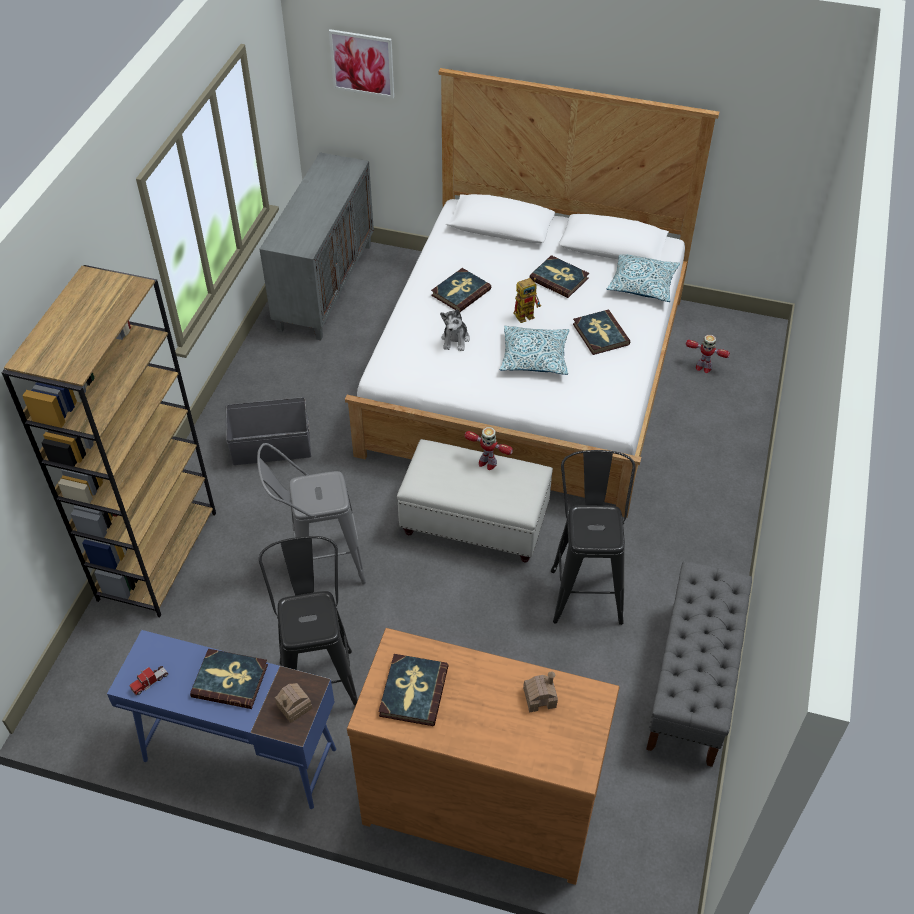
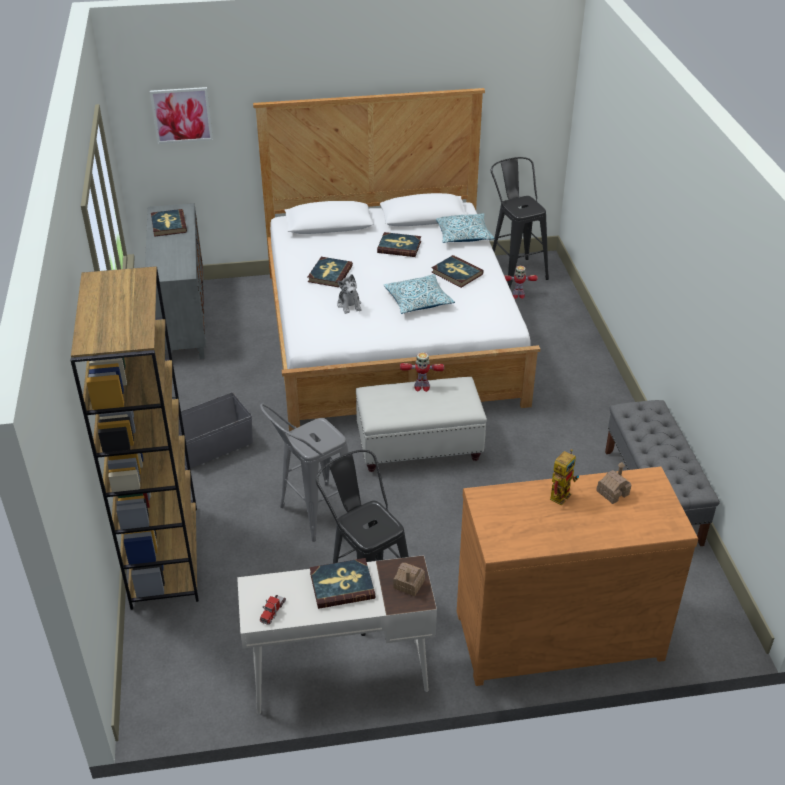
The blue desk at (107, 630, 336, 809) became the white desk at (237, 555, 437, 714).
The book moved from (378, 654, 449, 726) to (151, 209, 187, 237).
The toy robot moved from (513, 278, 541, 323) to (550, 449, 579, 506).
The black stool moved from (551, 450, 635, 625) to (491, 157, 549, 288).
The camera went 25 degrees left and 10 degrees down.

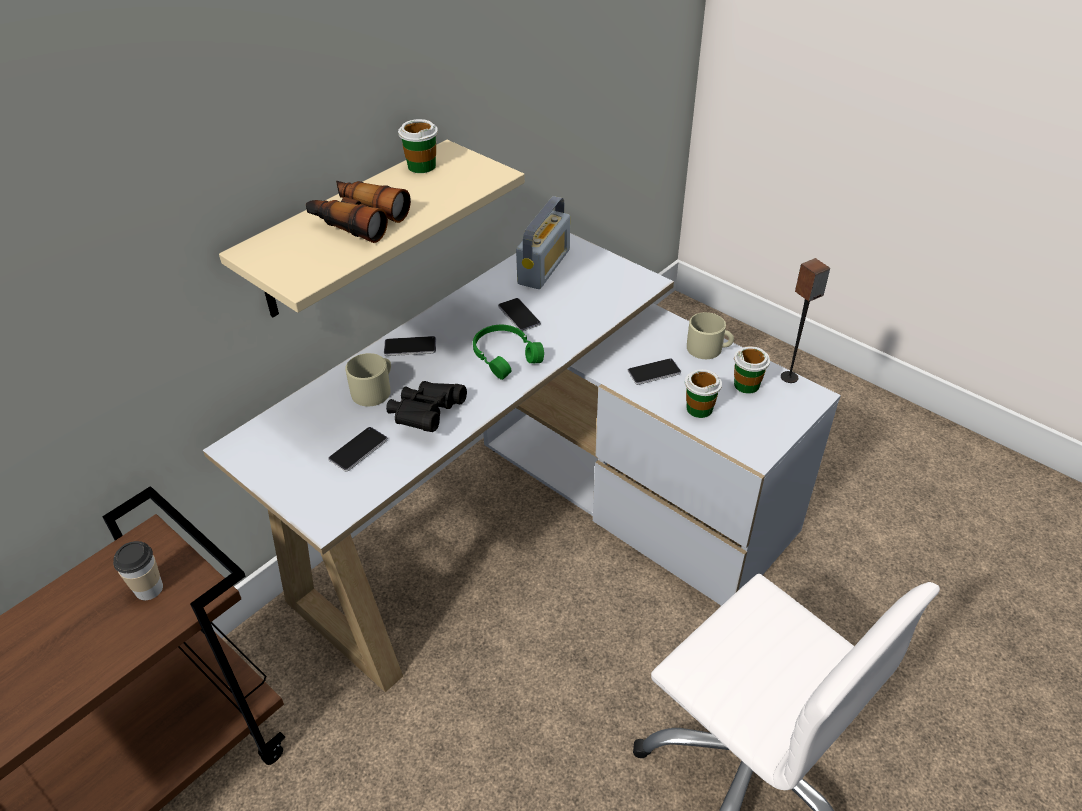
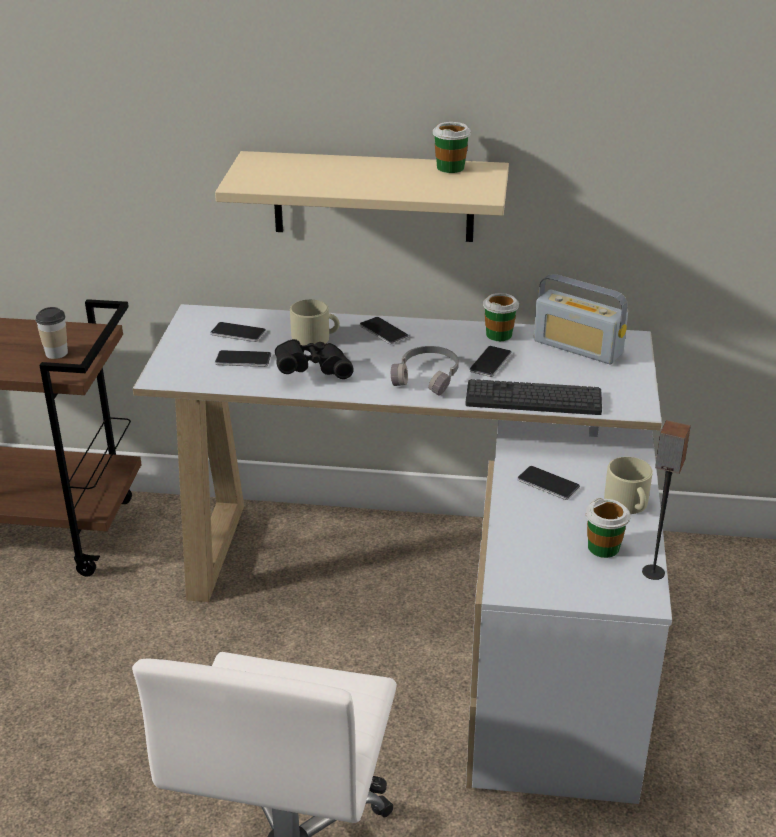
The binoculars at (306, 181, 411, 243) disappeared.
The green headphones at (473, 325, 544, 380) became the grey headphones at (391, 346, 459, 396).
The radio at (516, 196, 570, 289) turned 45 degrees clockwise.
The cup moved from (685, 369, 722, 418) to (483, 293, 519, 341).
The phone at (210, 322, 266, 342) appeared.
The keyboard at (465, 379, 602, 415) appeared.
The camera went 55 degrees right and 10 degrees down.

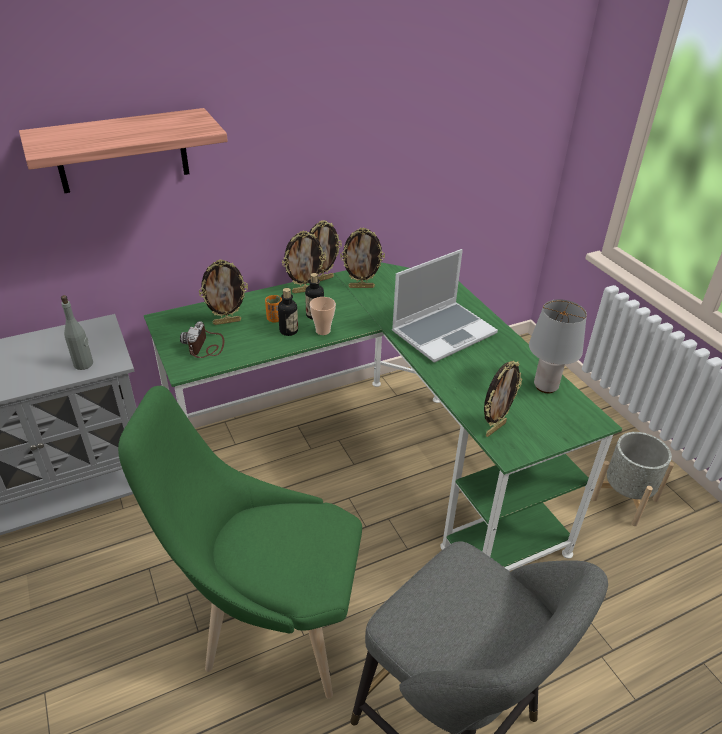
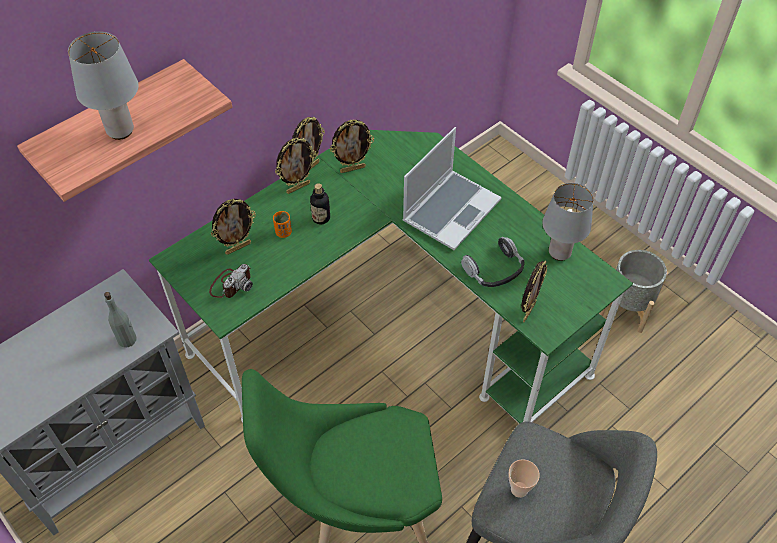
The photo camera at (180, 321, 224, 358) turned 135 degrees counterclockwise.
The bottle at (278, 288, 298, 336) disappeared.
The cup moved from (310, 297, 336, 335) to (508, 459, 540, 498).
The grey table lamp at (68, 31, 139, 140) appeared.
The headphones at (461, 237, 524, 287) appeared.
The camera went 15 degrees left and 15 degrees up.

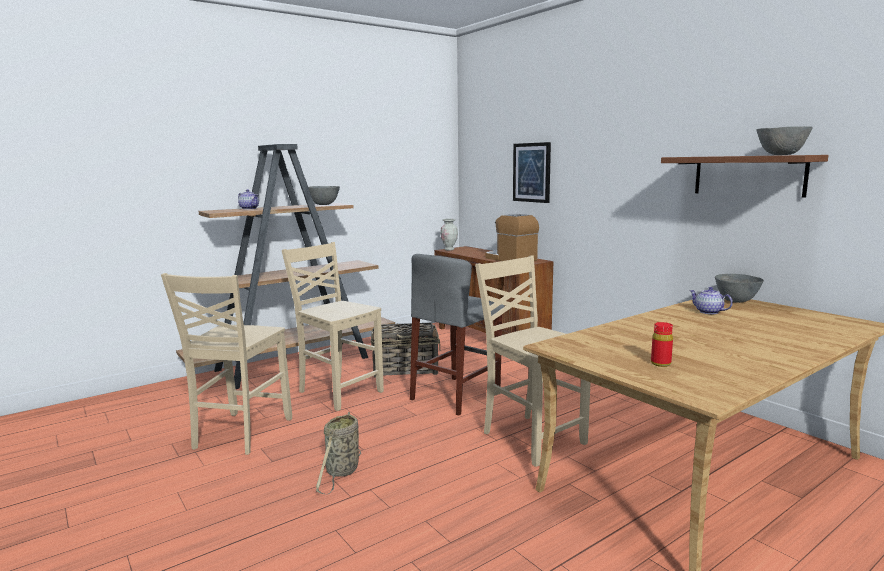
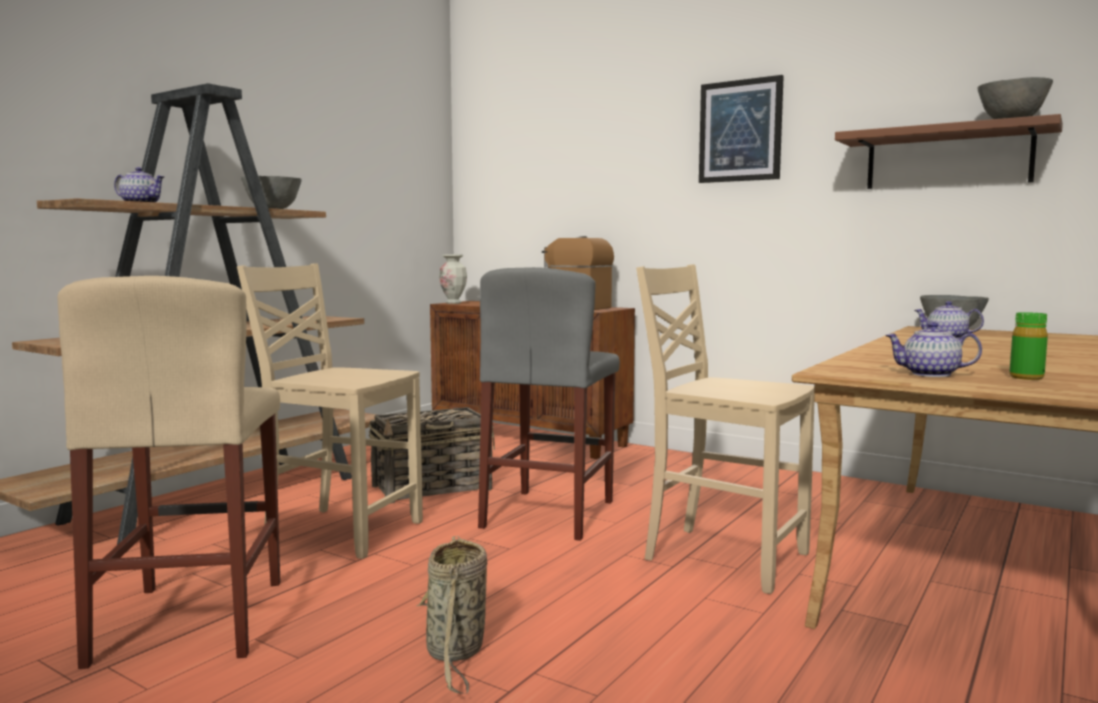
The beige chair at (161, 273, 292, 455) was replaced by the beige stool at (58, 276, 280, 669).
The picture moved from (513, 142, 551, 203) to (699, 75, 784, 183).
The red bottle at (651, 322, 673, 367) became the green bottle at (1009, 312, 1048, 380).
The teapot at (885, 322, 982, 377) appeared.
The camera went 20 degrees left and 5 degrees down.

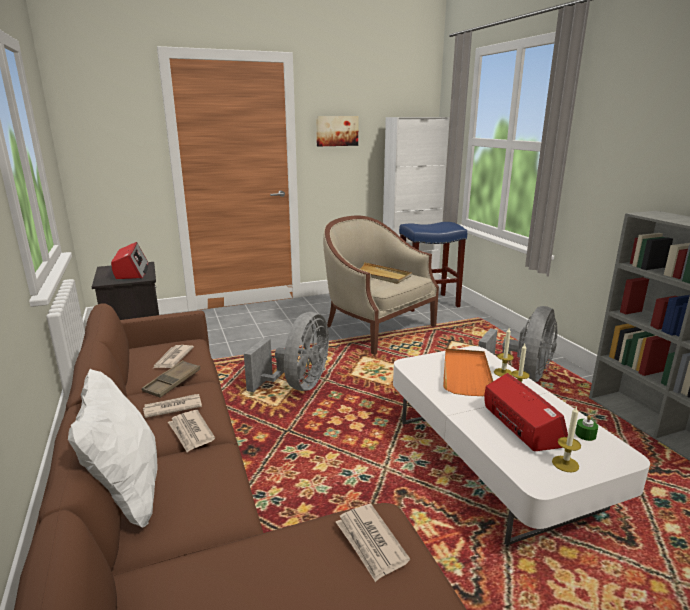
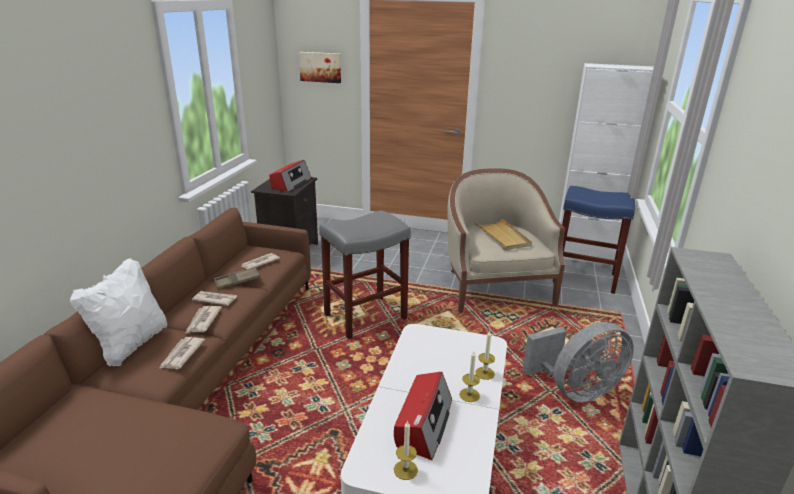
The grey fan at (244, 312, 329, 392) was replaced by the grey stool at (319, 210, 411, 339).
The picture moved from (316, 116, 359, 146) to (299, 52, 341, 83).
The newspaper moved from (336, 504, 410, 582) to (160, 337, 205, 369).
The orange tray at (443, 349, 493, 396) disappeared.
The green candle at (575, 415, 598, 441) disappeared.
The camera went 35 degrees right and 5 degrees up.

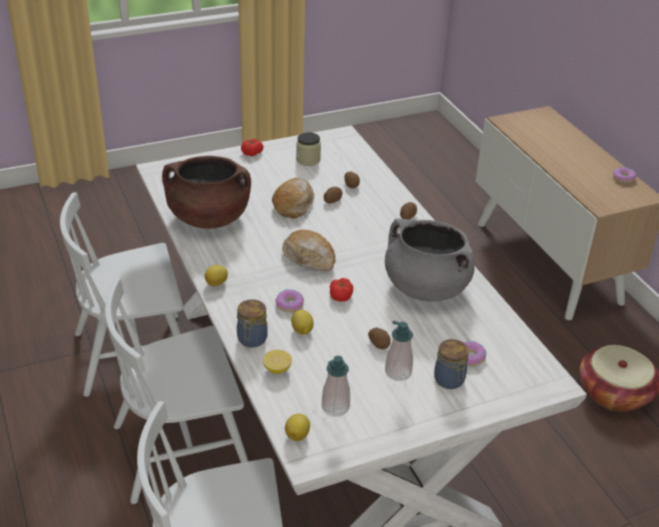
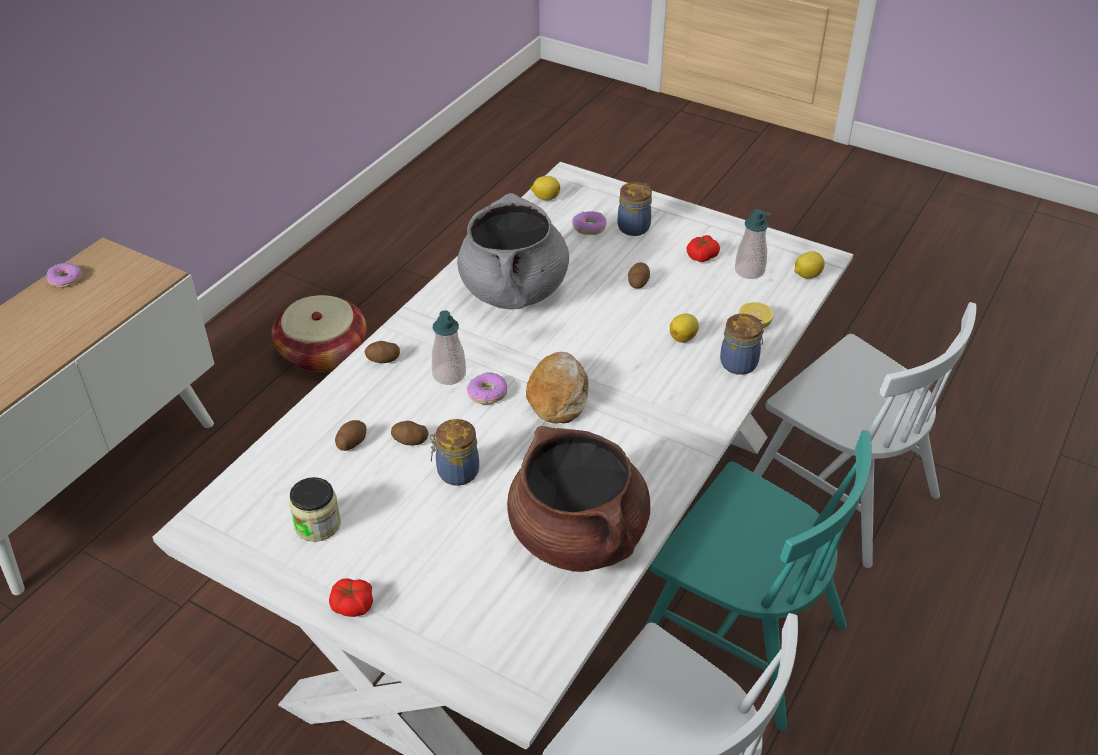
The white chair at (105, 278, 248, 504) became the turquoise chair at (644, 430, 872, 731).
The lemon moved from (205, 265, 228, 286) to (531, 176, 560, 200).
The bread at (272, 178, 314, 218) was replaced by the jar at (430, 419, 479, 486).
The donut moved from (275, 289, 304, 312) to (467, 372, 507, 404).
The tomato moved from (330, 278, 353, 302) to (687, 235, 720, 262).
The soap dispenser moved from (385, 320, 413, 381) to (432, 310, 466, 385).
The camera went 125 degrees left and 5 degrees up.

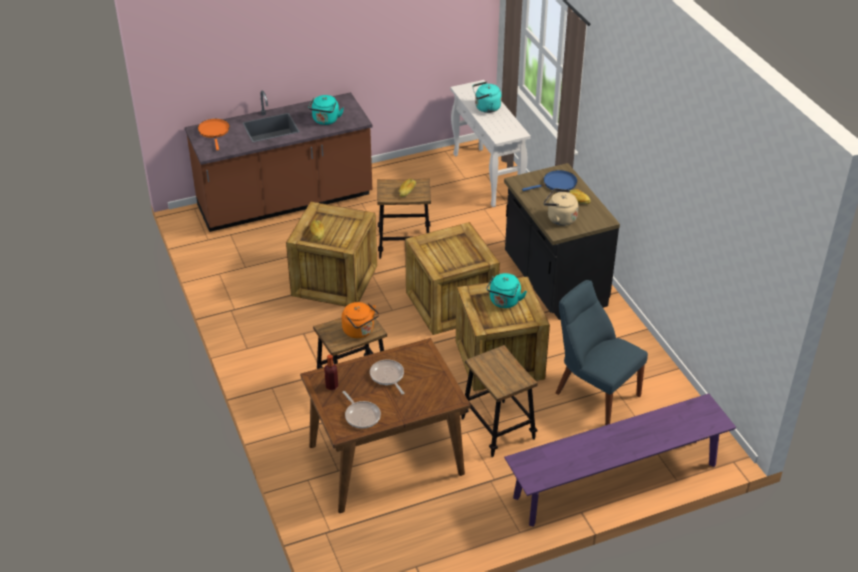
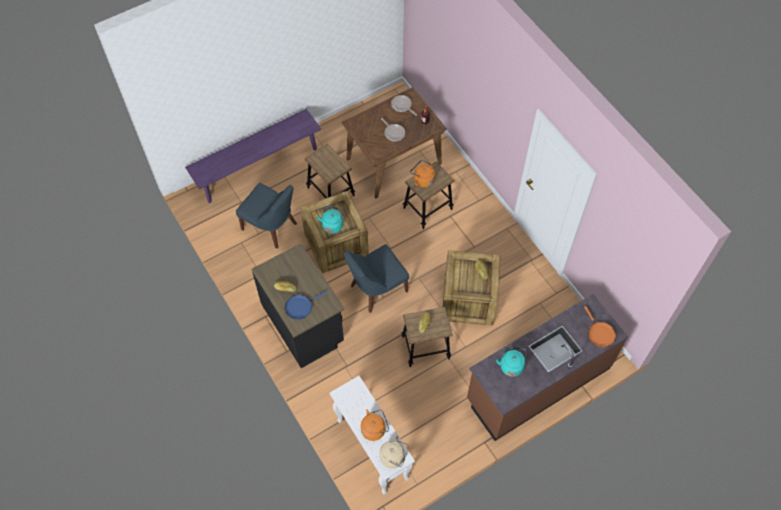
The crate at (405, 222, 500, 335) was replaced by the blue chair at (344, 244, 409, 313).
The turquoise kettle at (472, 81, 502, 113) became the orange kettle at (361, 409, 389, 441).
The beige kettle moved from (544, 188, 579, 226) to (380, 436, 409, 468).
The camera went 170 degrees right and 20 degrees up.

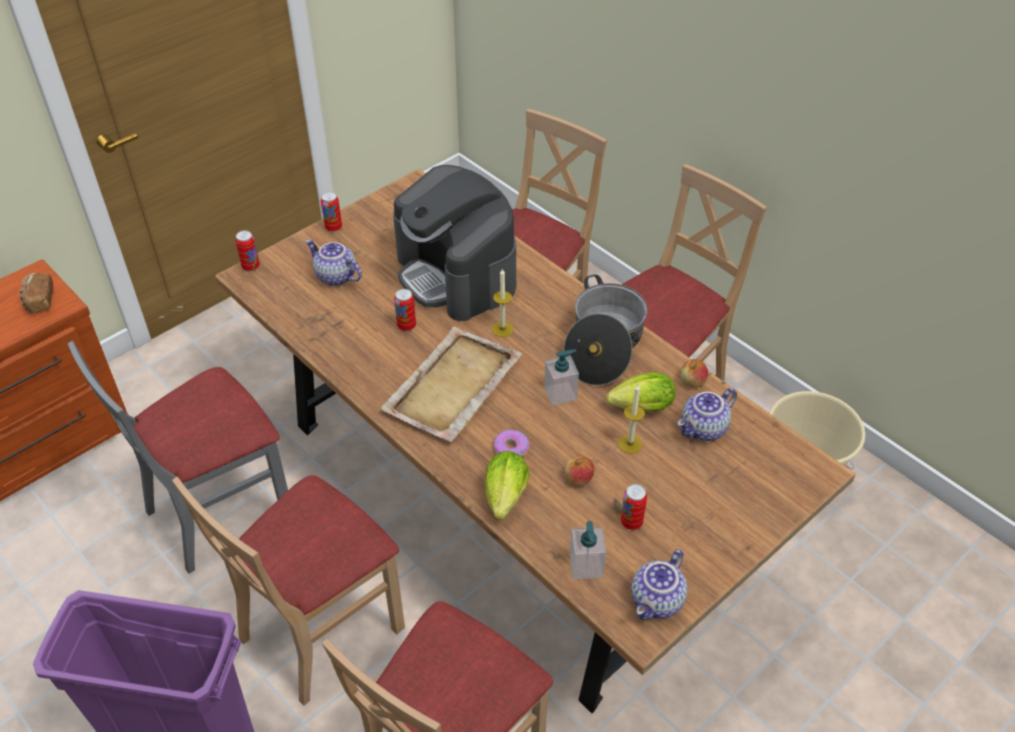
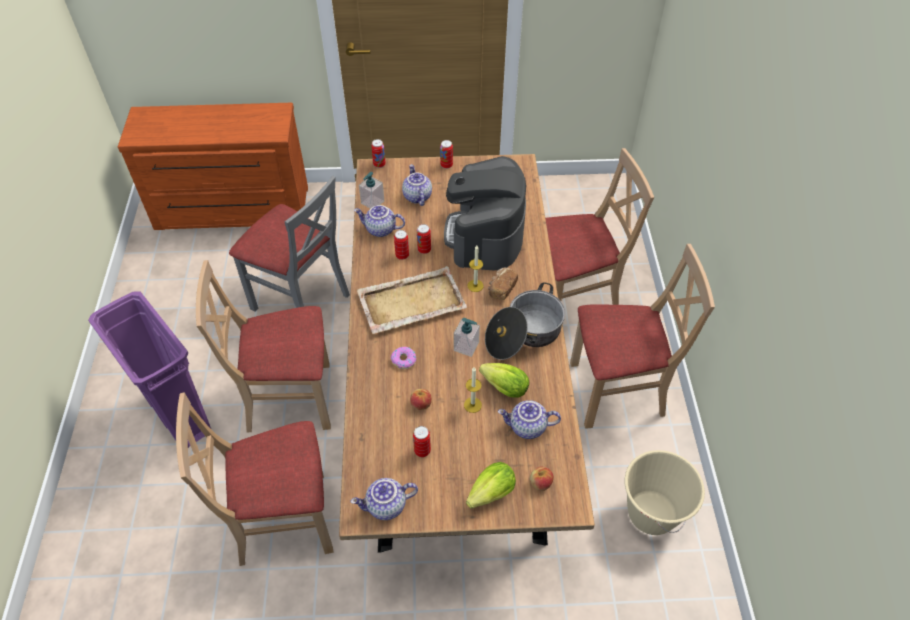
The bread moved from (19, 273, 53, 313) to (488, 267, 518, 300).
The grey chair at (68, 341, 288, 574) turned 150 degrees counterclockwise.
The lettuce moved from (485, 451, 530, 519) to (466, 462, 516, 509).
The soap dispenser moved from (570, 521, 606, 579) to (359, 172, 384, 209).
The apple moved from (681, 359, 708, 388) to (530, 467, 554, 491).
The teapot at (354, 205, 405, 237) appeared.
The can at (394, 230, 409, 260) appeared.
The camera went 40 degrees right and 5 degrees up.

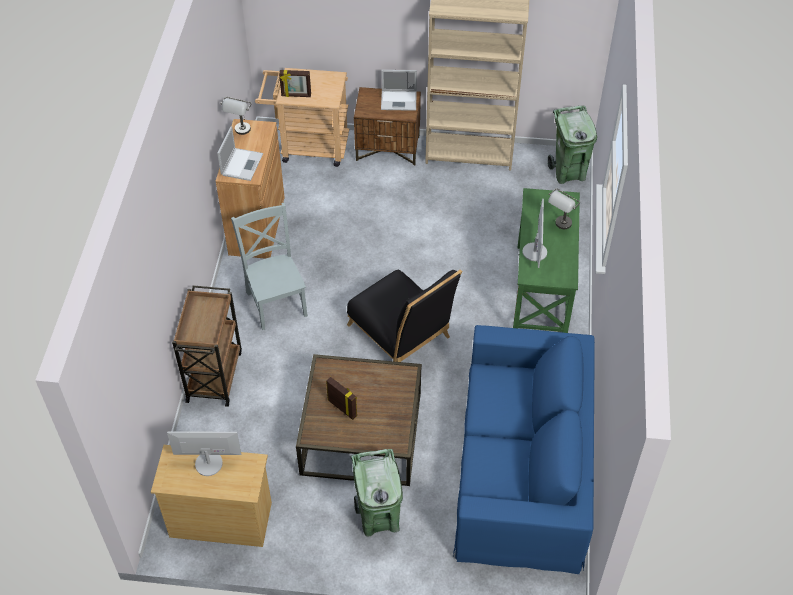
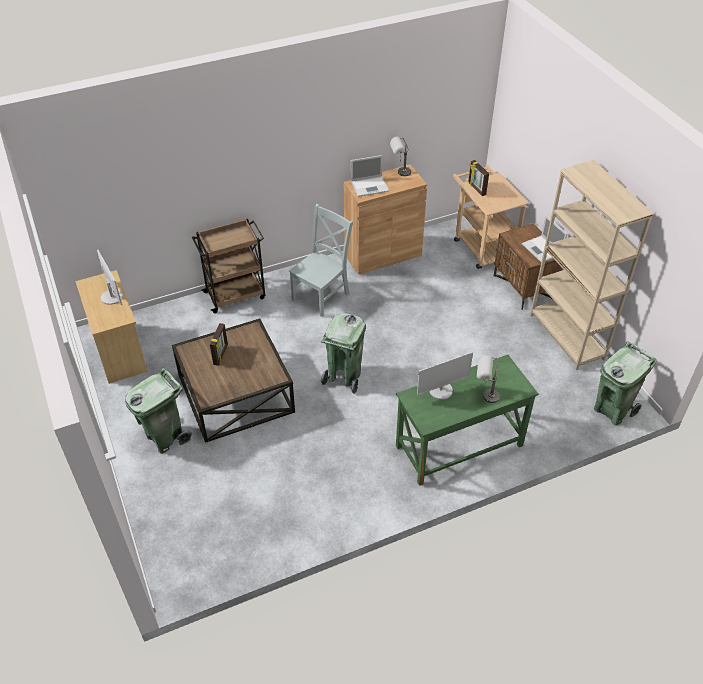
The black chair at (347, 269, 462, 362) was replaced by the green trash can at (321, 313, 366, 394).
The blue sofa at (453, 325, 595, 574) disappeared.
The camera went 60 degrees right and 5 degrees down.

